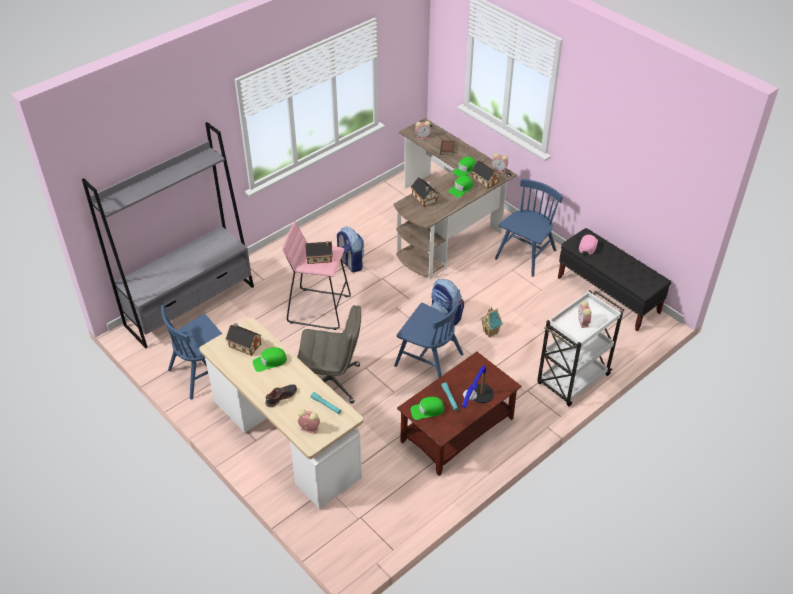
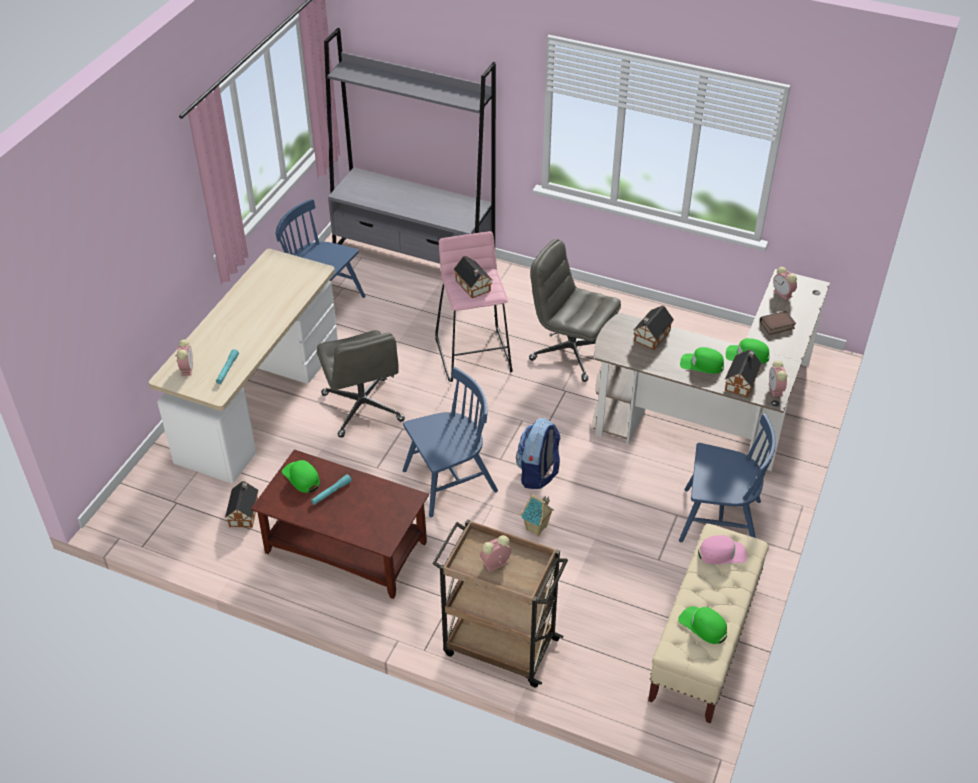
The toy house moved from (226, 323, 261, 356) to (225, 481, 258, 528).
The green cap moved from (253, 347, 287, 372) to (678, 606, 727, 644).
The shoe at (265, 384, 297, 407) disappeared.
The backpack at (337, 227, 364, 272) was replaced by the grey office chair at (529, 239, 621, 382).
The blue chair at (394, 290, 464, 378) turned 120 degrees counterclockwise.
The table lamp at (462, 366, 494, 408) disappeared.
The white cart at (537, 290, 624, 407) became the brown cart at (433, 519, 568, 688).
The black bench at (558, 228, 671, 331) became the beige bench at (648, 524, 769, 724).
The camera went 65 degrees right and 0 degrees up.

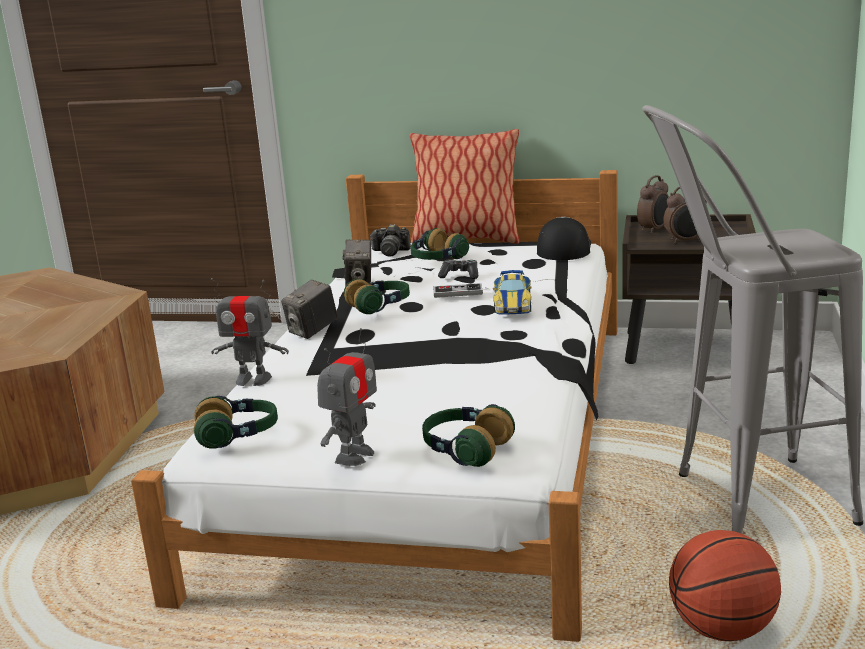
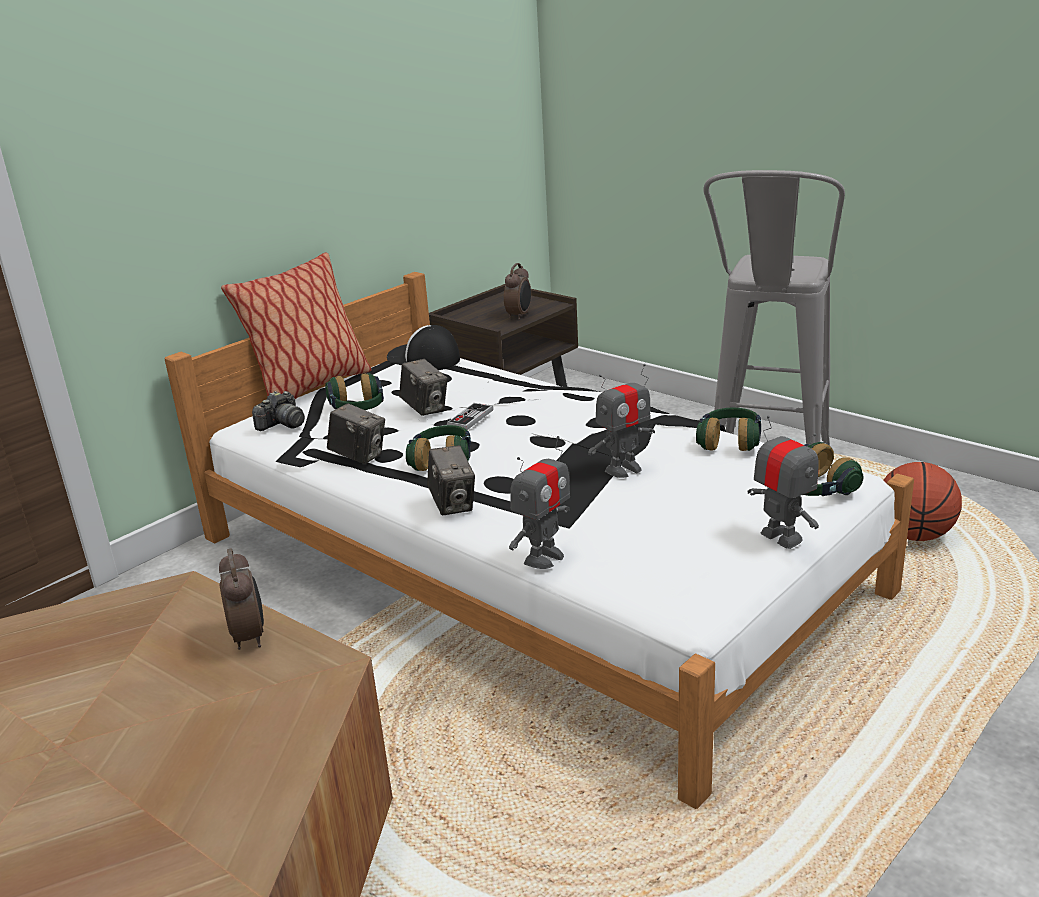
The headphones moved from (194, 396, 278, 449) to (696, 407, 761, 451).
The game controller at (438, 259, 478, 279) was replaced by the photo camera at (399, 359, 447, 416).
The toy car at (493, 270, 532, 314) disappeared.
The alarm clock moved from (637, 175, 669, 234) to (219, 548, 264, 650).
The toy robot at (588, 364, 655, 478) appeared.
The camera went 60 degrees left and 5 degrees up.

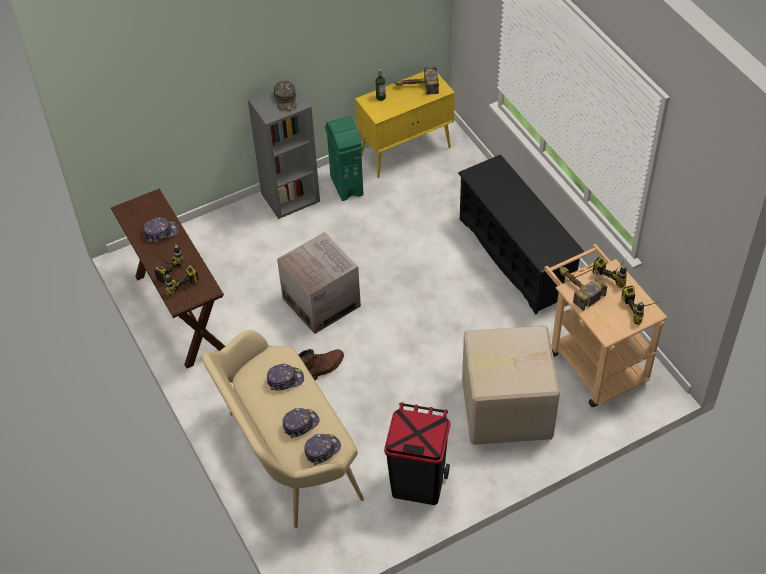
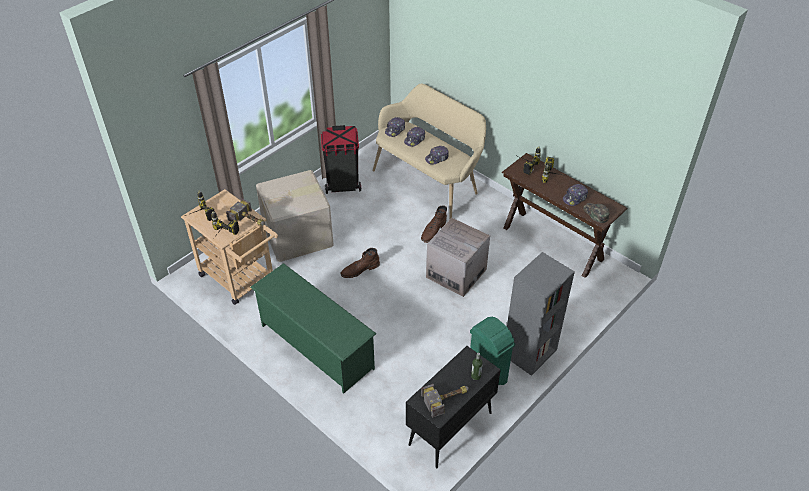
The green cap moved from (274, 81, 297, 111) to (583, 203, 610, 223).
The yellow cabinet at (355, 71, 455, 178) became the black cabinet at (406, 346, 501, 468).
The black shoe rack at (458, 154, 585, 314) became the green shoe rack at (250, 263, 376, 393).
The brown boot at (340, 248, 380, 278) appeared.
The camera went 160 degrees right and 5 degrees down.

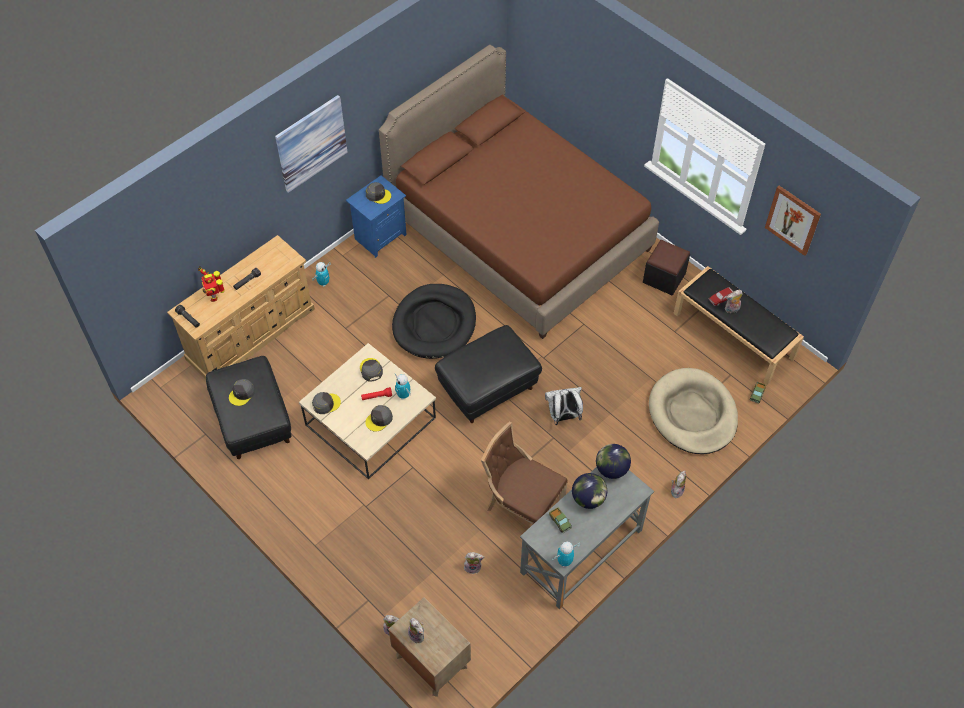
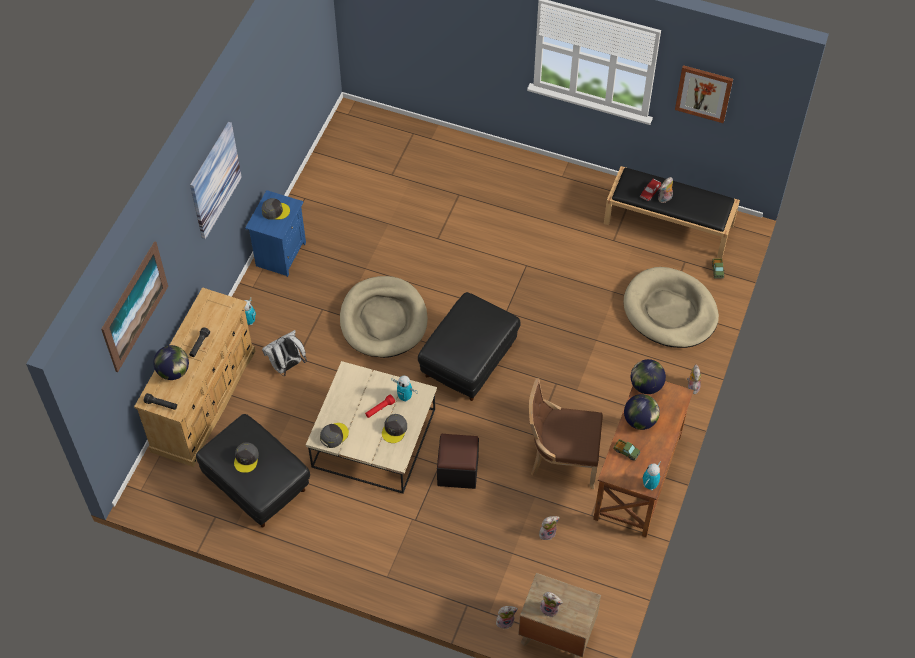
The toy robot at (198, 266, 225, 302) was replaced by the globe at (153, 345, 189, 380).
The grey cap at (360, 358, 383, 382) disappeared.
The brown bed at (379, 45, 659, 339) disappeared.
The black dog bed at (392, 284, 476, 359) became the beige dog bed at (340, 276, 428, 358).
The grey desk at (520, 467, 654, 609) became the brown desk at (593, 381, 694, 537).
The white backpack moved from (545, 387, 583, 425) to (262, 330, 307, 376).
The black ottoman moved from (643, 240, 690, 295) to (437, 434, 479, 489).
The picture at (101, 241, 168, 372) appeared.
The camera went 25 degrees left and 0 degrees up.

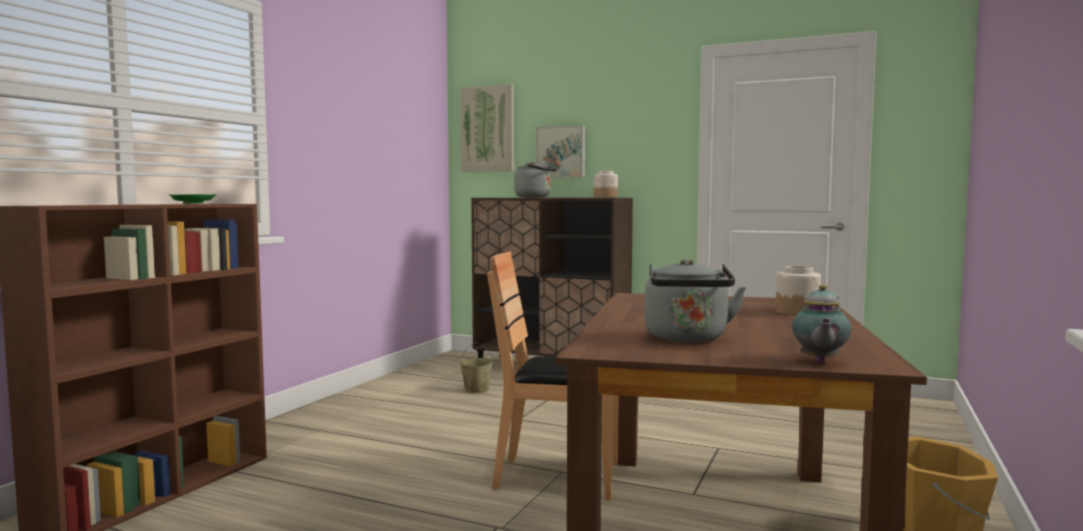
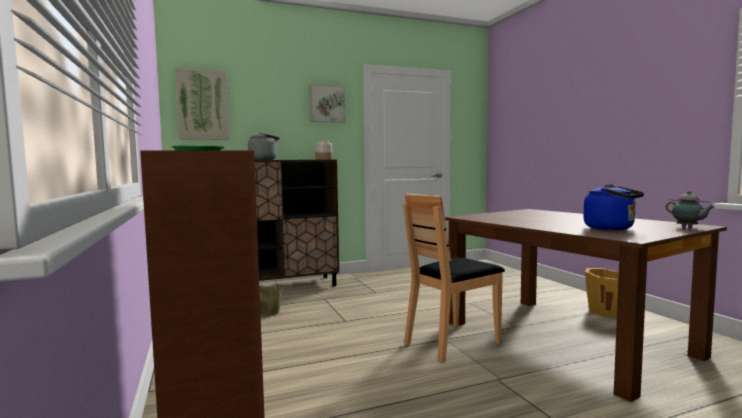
The picture moved from (536, 125, 585, 178) to (309, 84, 346, 123).
The grey kettle at (644, 258, 746, 342) became the blue kettle at (583, 184, 644, 230).
The jar at (776, 266, 821, 315) disappeared.
The camera went 45 degrees left and 0 degrees up.

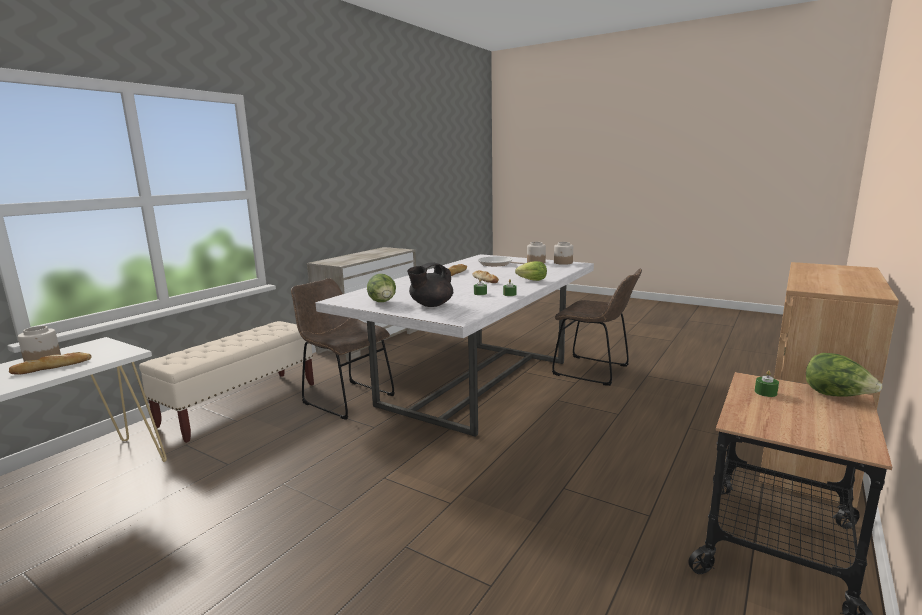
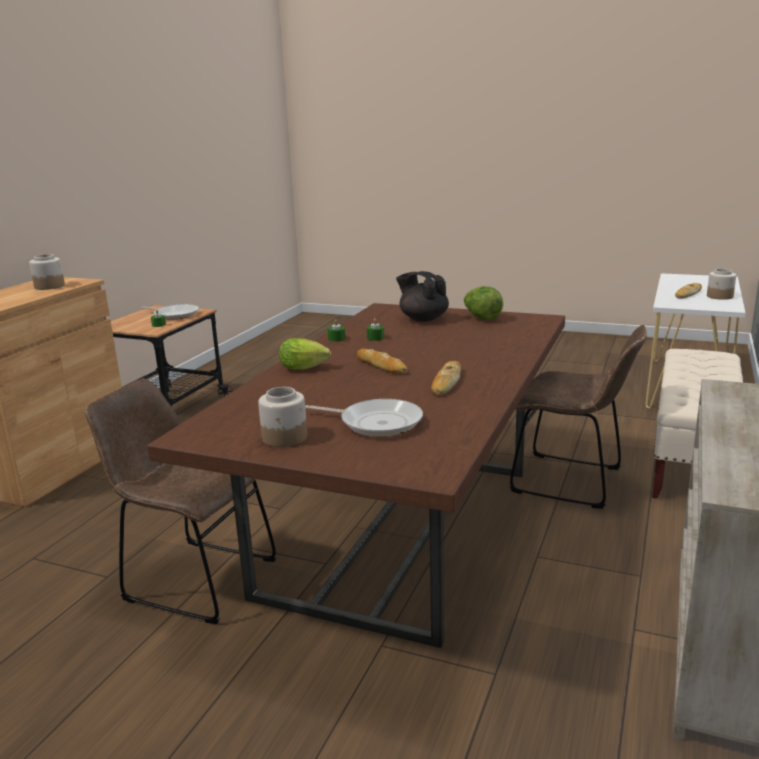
The white dining table at (316, 254, 594, 437) became the brown dining table at (147, 303, 565, 648).
The black teapot at (407, 262, 453, 307) turned 90 degrees counterclockwise.
The jar moved from (554, 242, 573, 265) to (29, 254, 65, 290).
The lettuce at (806, 353, 882, 397) disappeared.
The frying pan at (141, 304, 199, 320) appeared.
The camera went 170 degrees right and 5 degrees up.

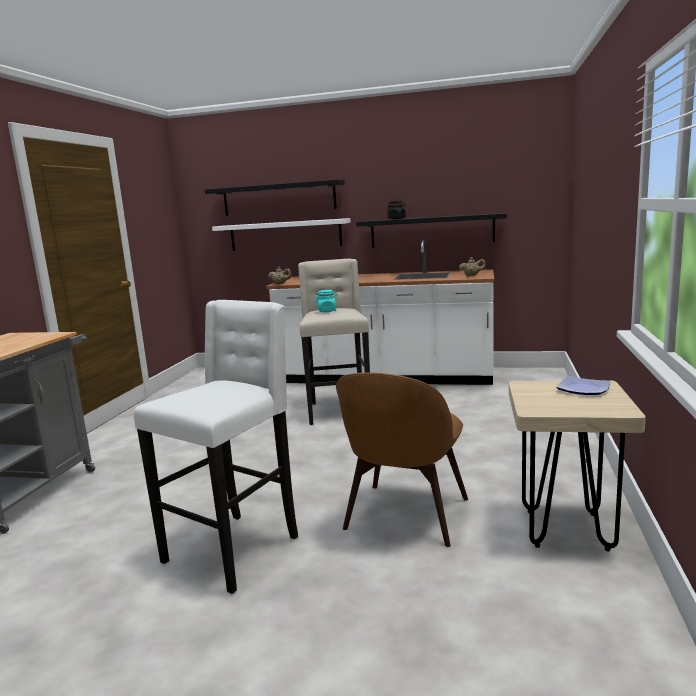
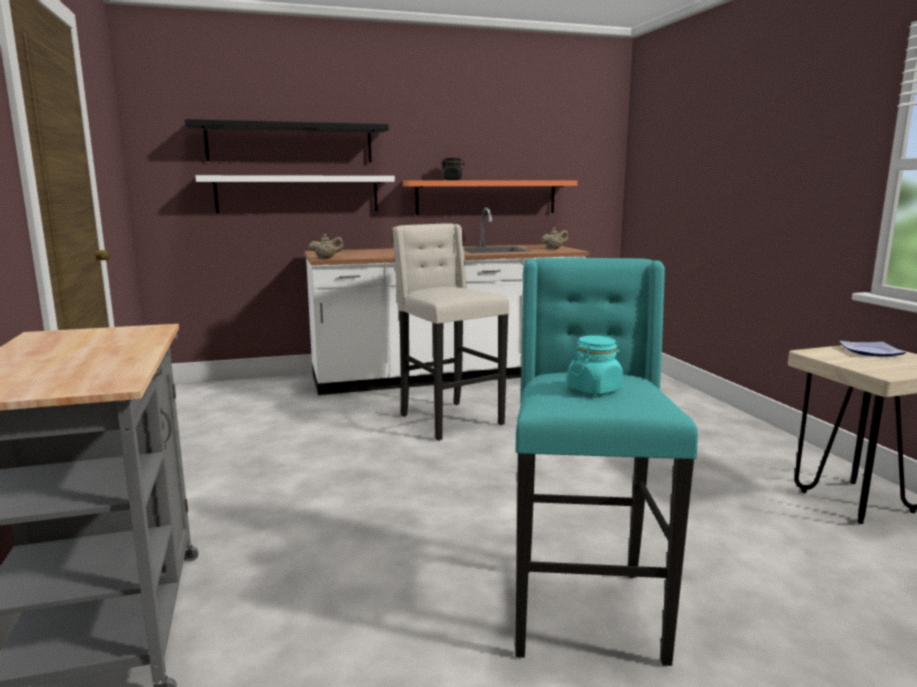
The white stool at (134, 300, 298, 594) became the turquoise stool at (515, 258, 698, 666).
The turquoise jar moved from (315, 290, 338, 312) to (567, 336, 623, 395).
The brown chair at (336, 372, 468, 547) disappeared.
The black shelf at (356, 213, 507, 248) became the orange shelf at (403, 180, 577, 215).
The camera went 30 degrees left and 0 degrees up.

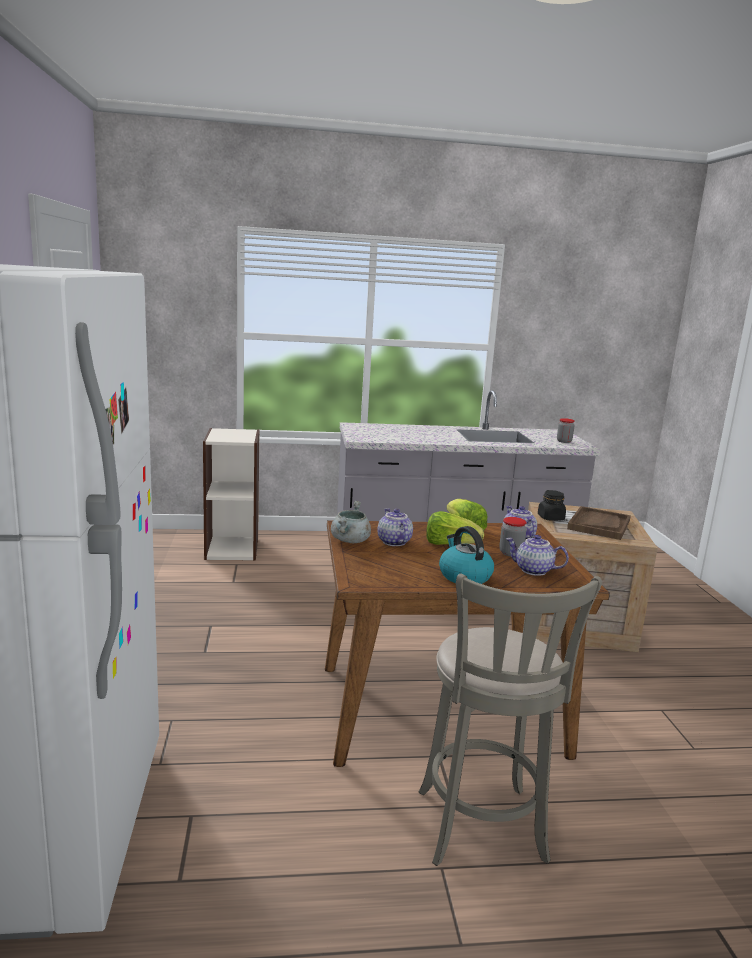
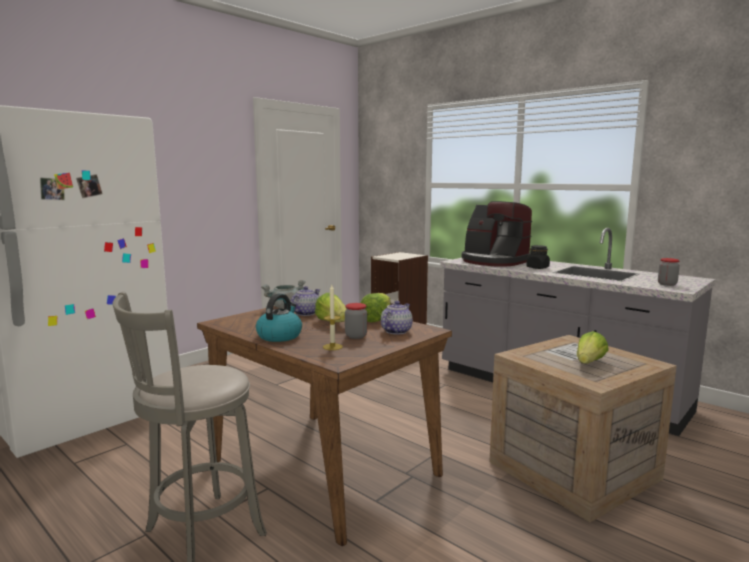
The teapot at (506, 535, 569, 576) was replaced by the candle at (323, 285, 343, 350).
The black jar moved from (538, 490, 566, 521) to (526, 245, 550, 269).
The brown tray at (567, 506, 631, 540) was replaced by the lettuce at (577, 331, 609, 364).
The coffee machine at (462, 201, 532, 267) appeared.
The camera went 50 degrees right and 5 degrees down.

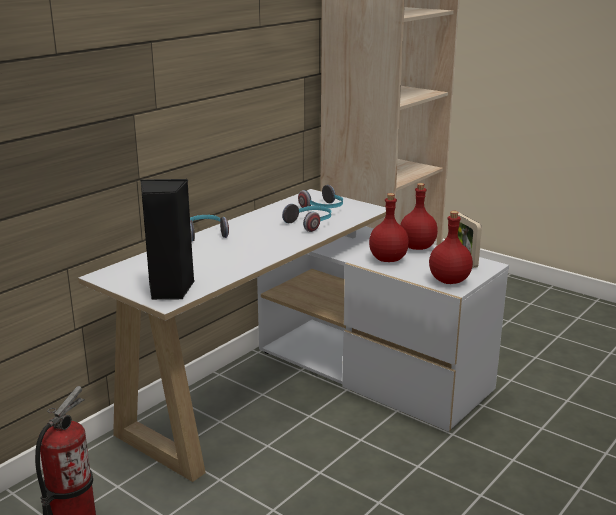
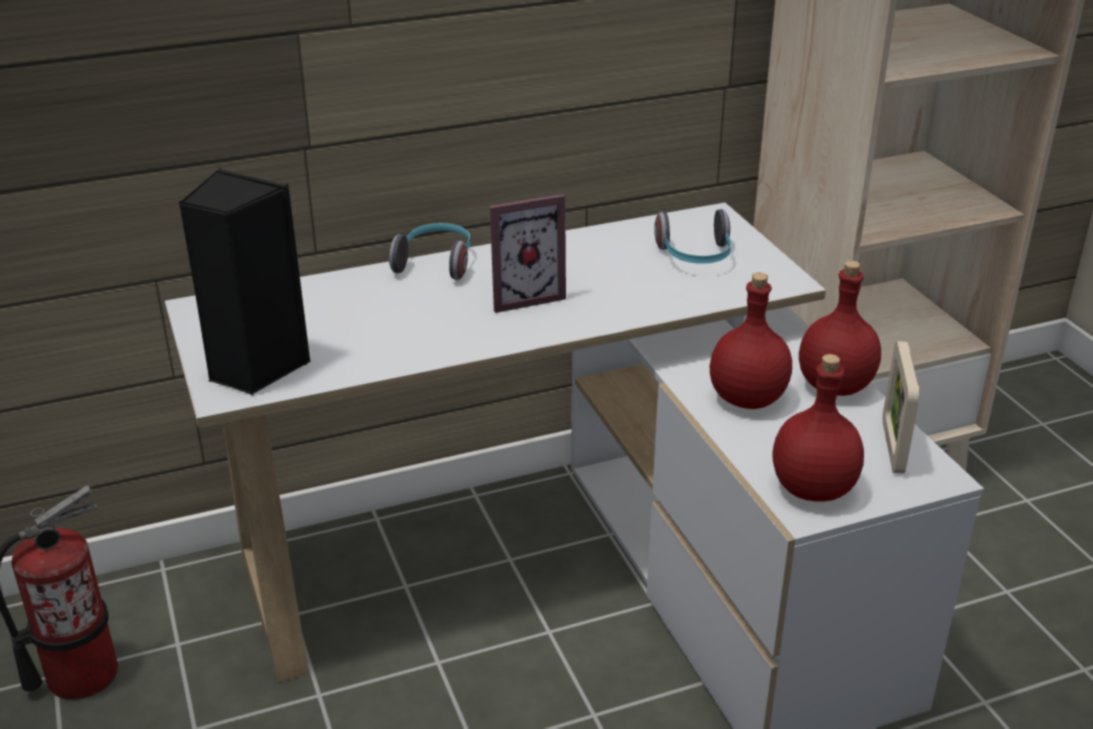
The headphones at (282, 204, 331, 232) disappeared.
The picture frame at (490, 194, 566, 313) appeared.
The camera went 30 degrees right and 10 degrees up.

